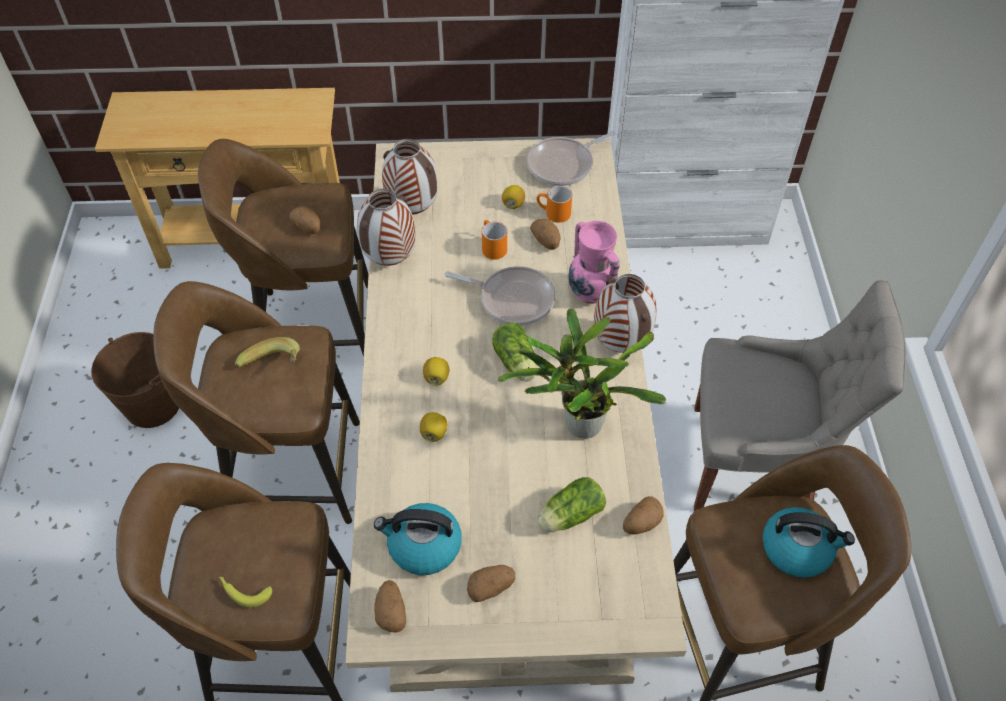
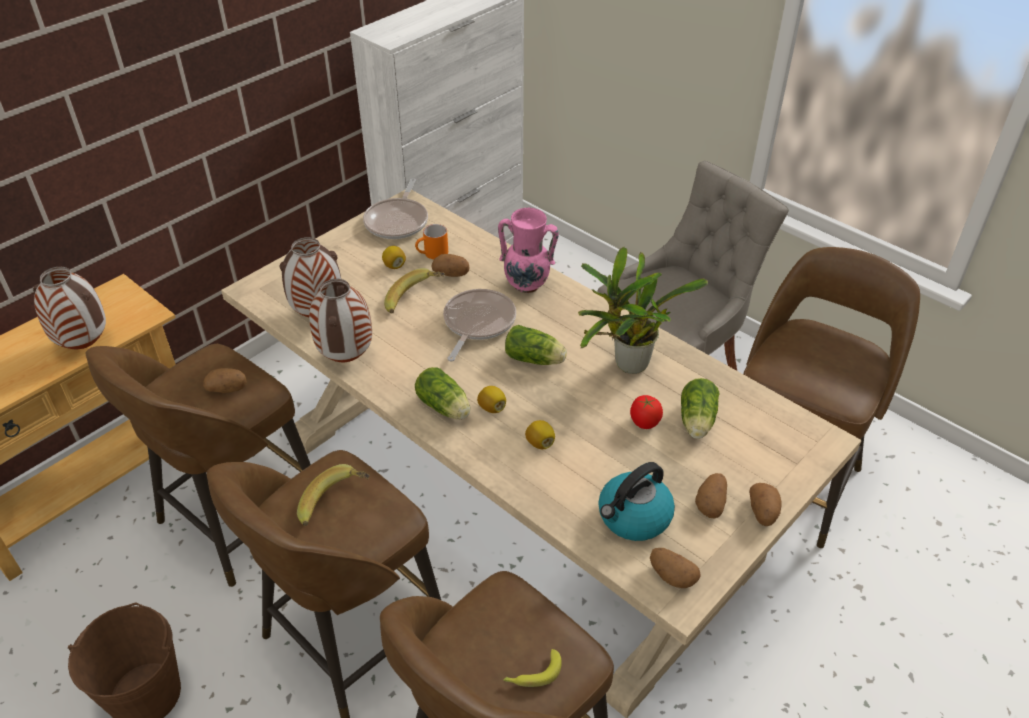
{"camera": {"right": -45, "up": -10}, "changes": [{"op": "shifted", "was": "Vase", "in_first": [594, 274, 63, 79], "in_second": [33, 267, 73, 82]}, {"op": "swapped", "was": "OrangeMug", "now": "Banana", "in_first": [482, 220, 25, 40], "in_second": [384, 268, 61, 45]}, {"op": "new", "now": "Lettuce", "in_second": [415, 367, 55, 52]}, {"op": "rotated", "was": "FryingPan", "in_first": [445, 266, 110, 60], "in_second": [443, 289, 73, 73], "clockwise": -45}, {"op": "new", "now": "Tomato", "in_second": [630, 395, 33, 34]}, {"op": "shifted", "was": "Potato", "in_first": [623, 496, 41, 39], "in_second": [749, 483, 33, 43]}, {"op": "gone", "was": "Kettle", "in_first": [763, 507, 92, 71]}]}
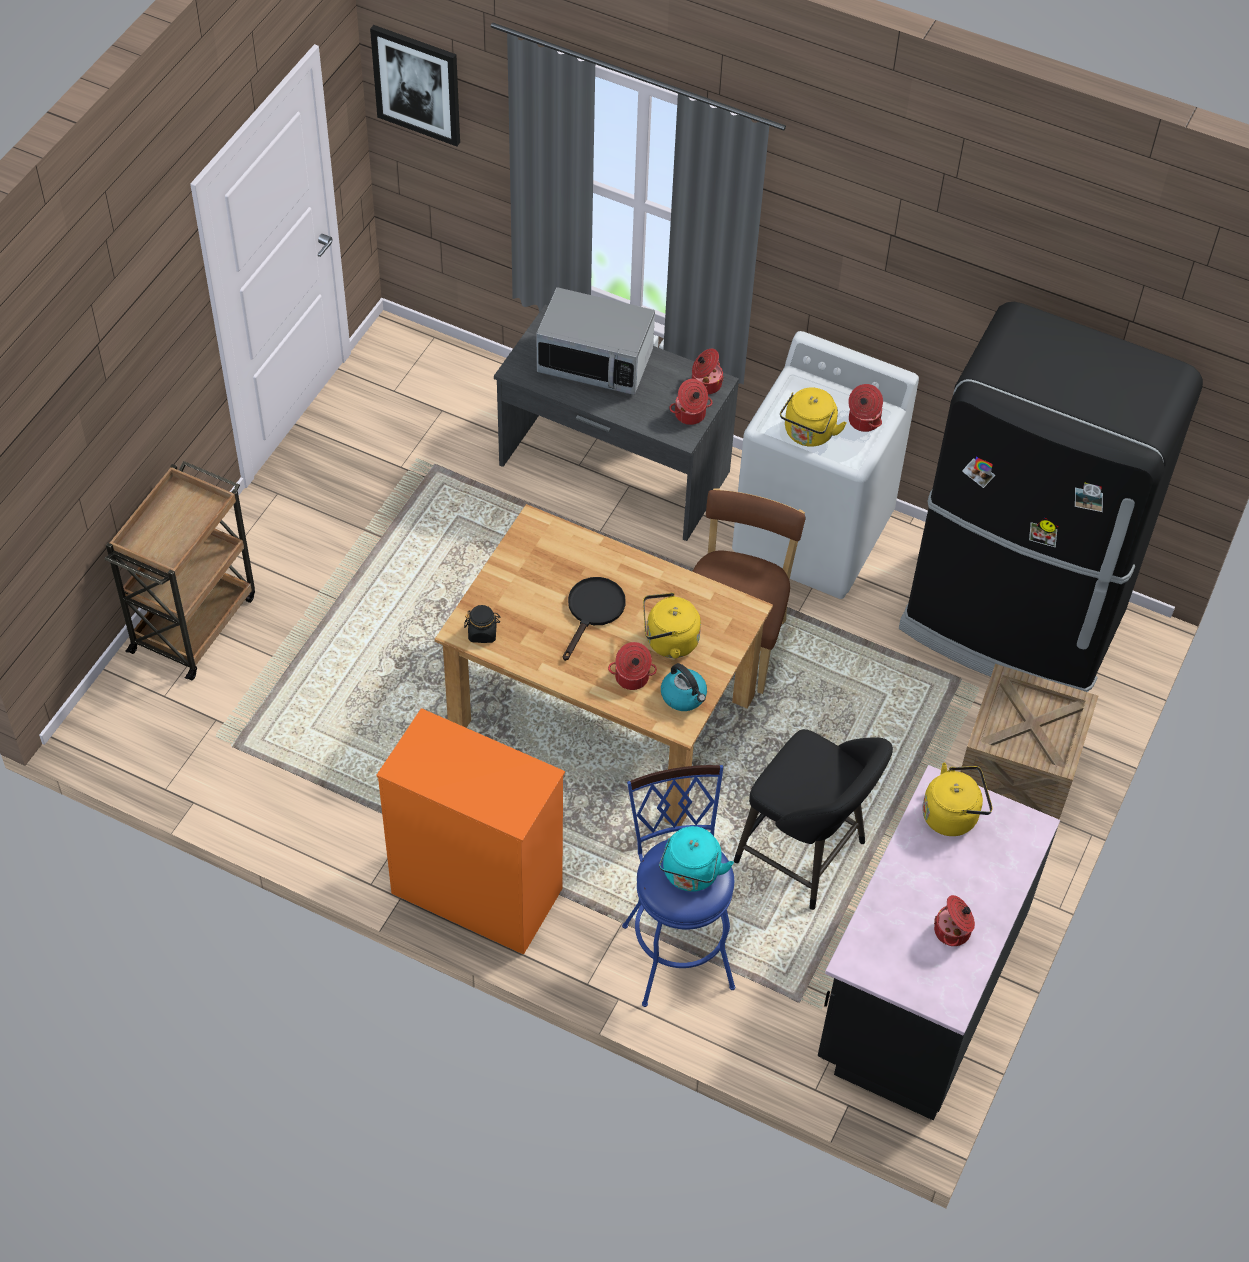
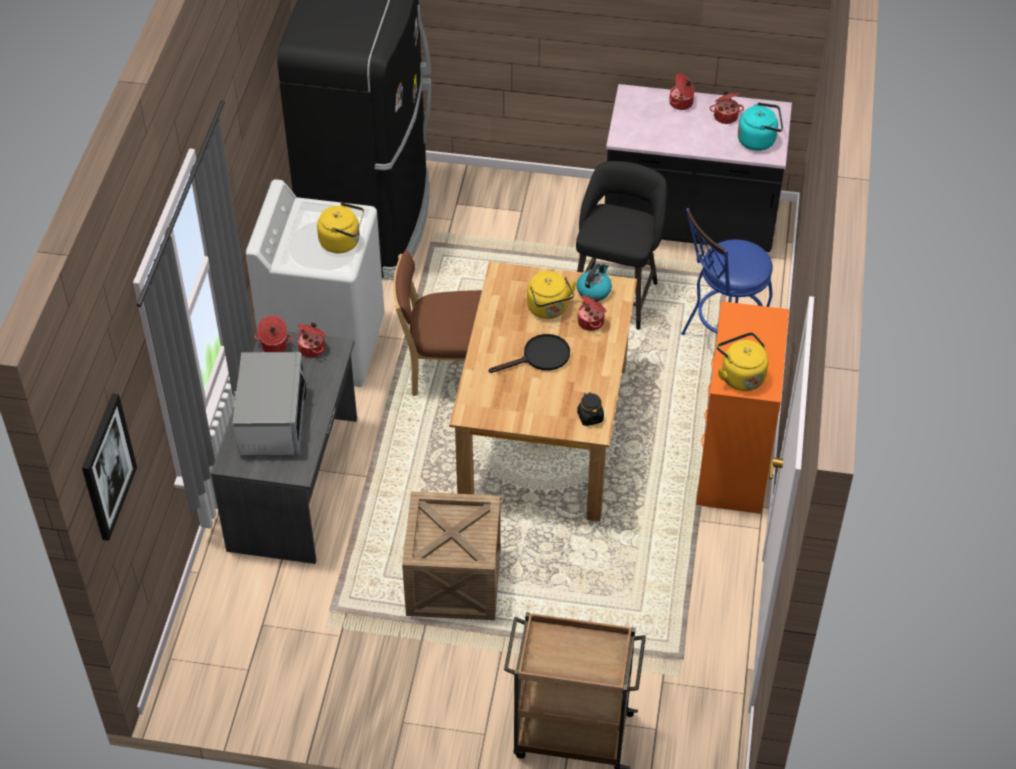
{"camera": {"right": -105, "up": -5}, "changes": [{"op": "shifted", "was": "Crate", "in_first": [960, 664, 138, 155], "in_second": [402, 491, 99, 129]}, {"op": "rotated", "was": "BlackFryingPan", "in_first": [563, 577, 63, 84], "in_second": [489, 334, 81, 39], "clockwise": 150}, {"op": "shifted", "was": "CookingPot", "in_first": [848, 384, 35, 48], "in_second": [669, 74, 25, 36]}, {"op": "shifted", "was": "YellowKettle", "in_first": [922, 763, 71, 73], "in_second": [717, 332, 51, 59]}, {"op": "shifted", "was": "TurquoiseKettle", "in_first": [659, 826, 75, 66], "in_second": [738, 102, 45, 49]}]}
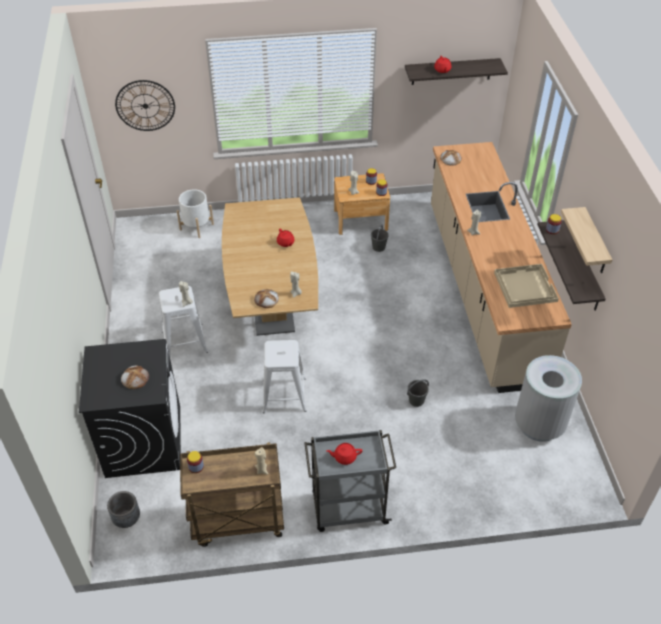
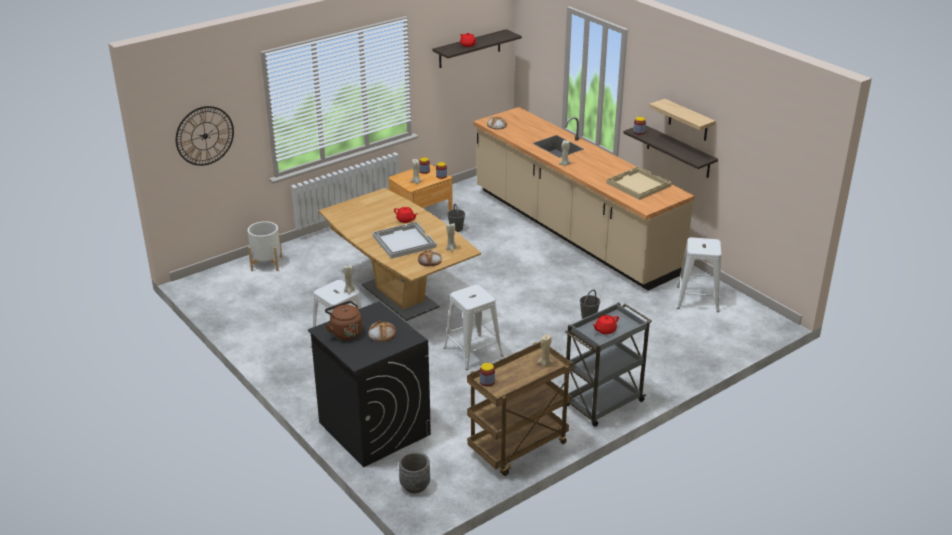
{"camera": {"right": -30, "up": -15}, "changes": [{"op": "new", "now": "BrownKettle", "in_second": [325, 301, 37, 39]}, {"op": "new", "now": "WhiteTray", "in_second": [373, 222, 64, 37]}, {"op": "swapped", "was": "GreyTrashCan", "now": "WhiteStool", "in_first": [515, 355, 67, 87], "in_second": [677, 237, 45, 75]}]}
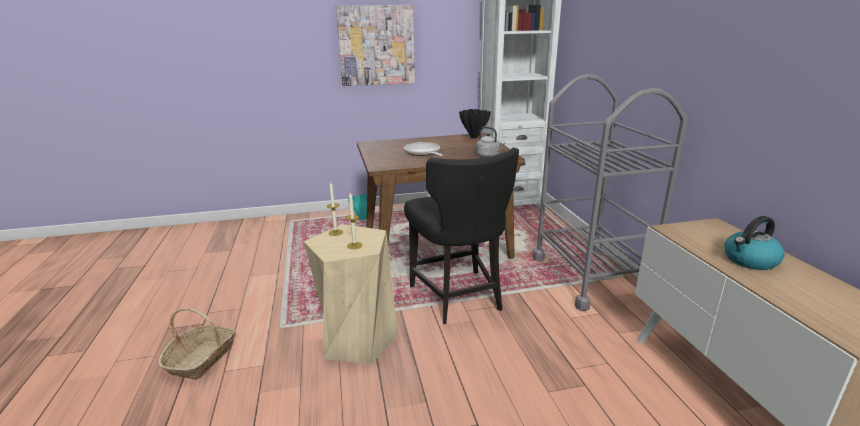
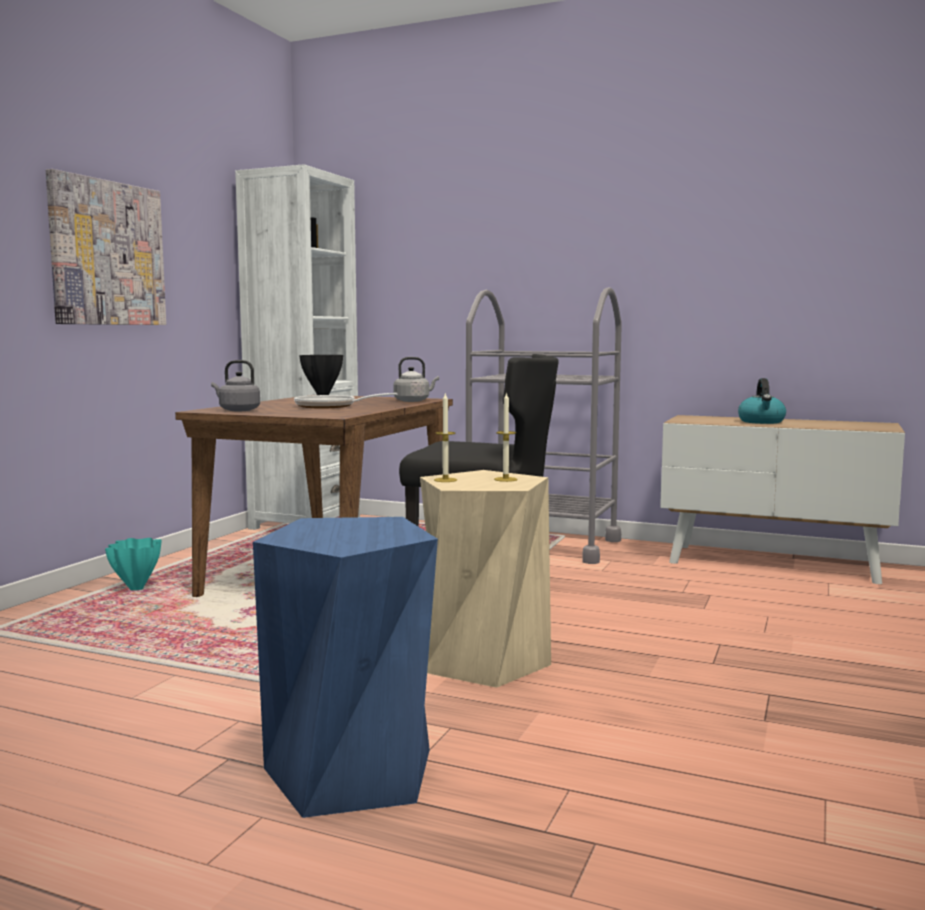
{"camera": {"right": -55, "up": -15}, "changes": [{"op": "new", "now": "GreyKettle", "in_second": [211, 360, 49, 51]}, {"op": "swapped", "was": "Basket", "now": "BlueStool", "in_first": [158, 308, 78, 72], "in_second": [253, 517, 185, 301]}]}
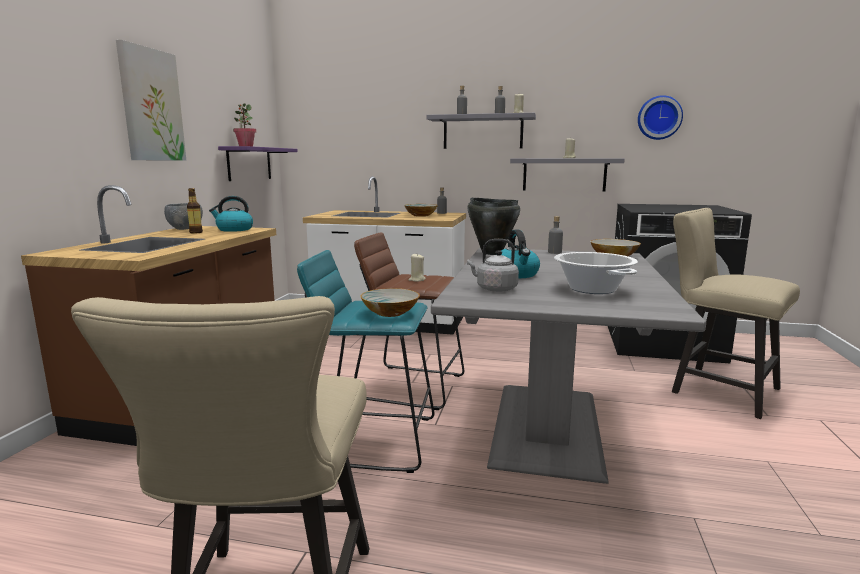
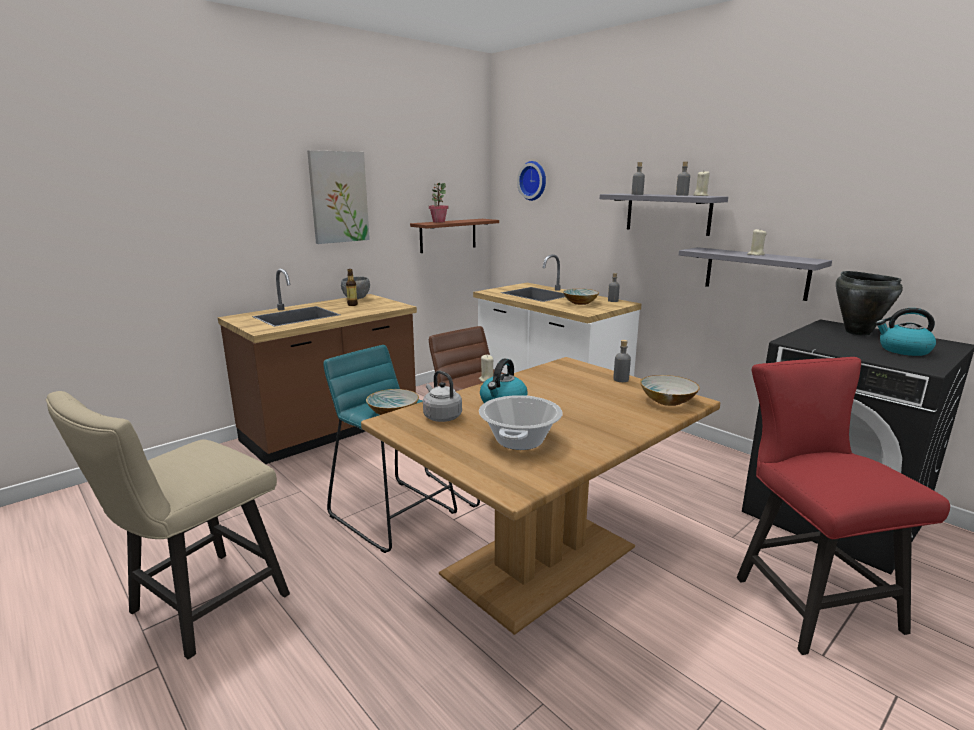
{"camera": {"right": 35, "up": 5}, "changes": [{"op": "repainted", "was": "GreyDiningTable", "now": "BrownDiningTable", "in_first": [431, 248, 275, 236], "in_second": [361, 357, 359, 278]}, {"op": "repainted", "was": "PurpleShelf", "now": "BrownShelf", "in_first": [218, 146, 80, 35], "in_second": [410, 219, 89, 34]}, {"op": "shifted", "was": "WallClock", "in_first": [638, 95, 45, 45], "in_second": [517, 161, 29, 40]}, {"op": "repainted", "was": "BeigeChair", "now": "RedChair", "in_first": [672, 208, 128, 211], "in_second": [737, 357, 213, 298]}, {"op": "shifted", "was": "BlackCookingPot", "in_first": [468, 198, 52, 57], "in_second": [836, 271, 67, 65]}, {"op": "shifted", "was": "Kettle", "in_first": [209, 196, 44, 36], "in_second": [876, 308, 60, 48]}]}
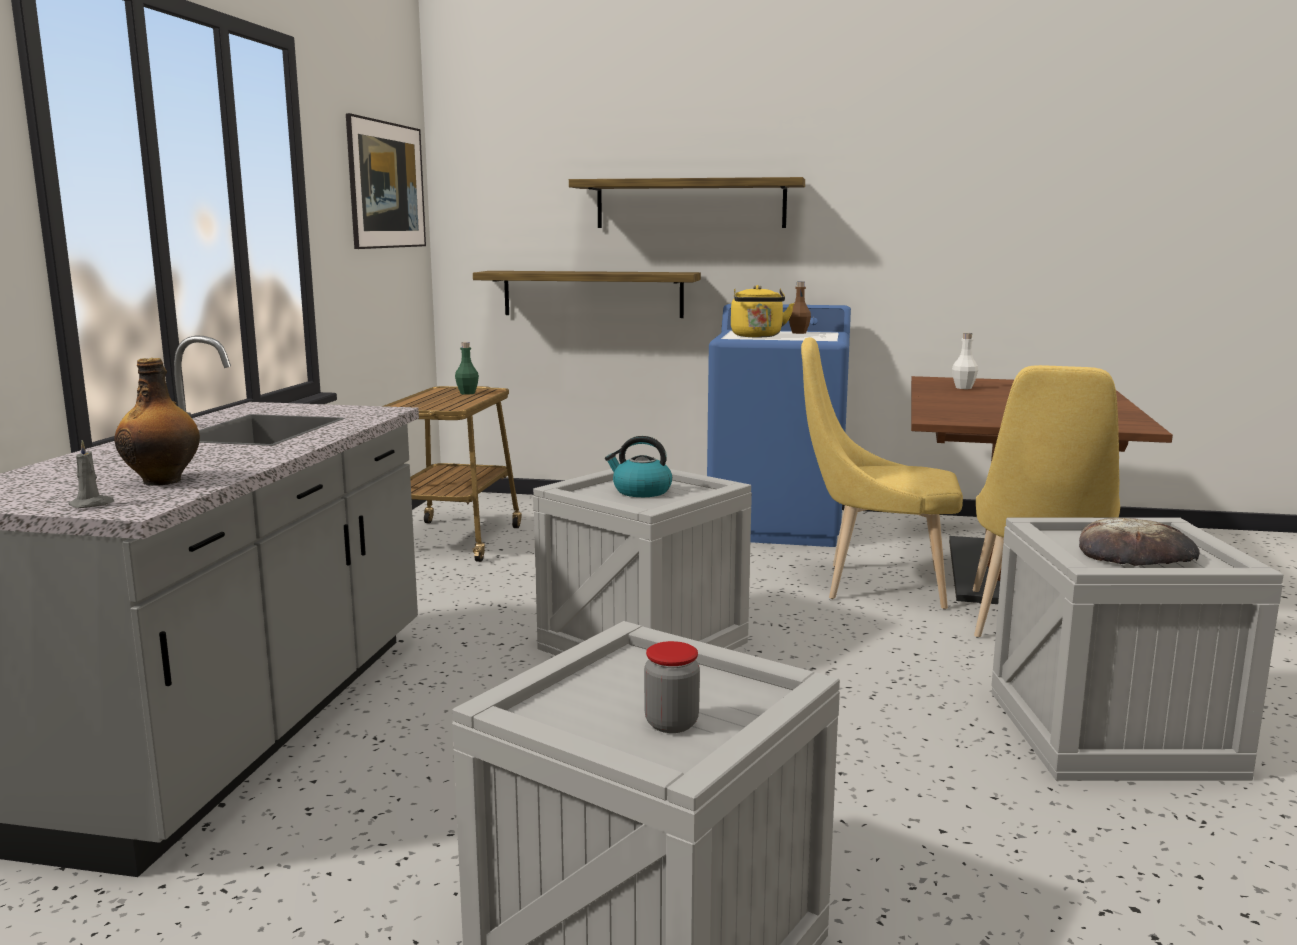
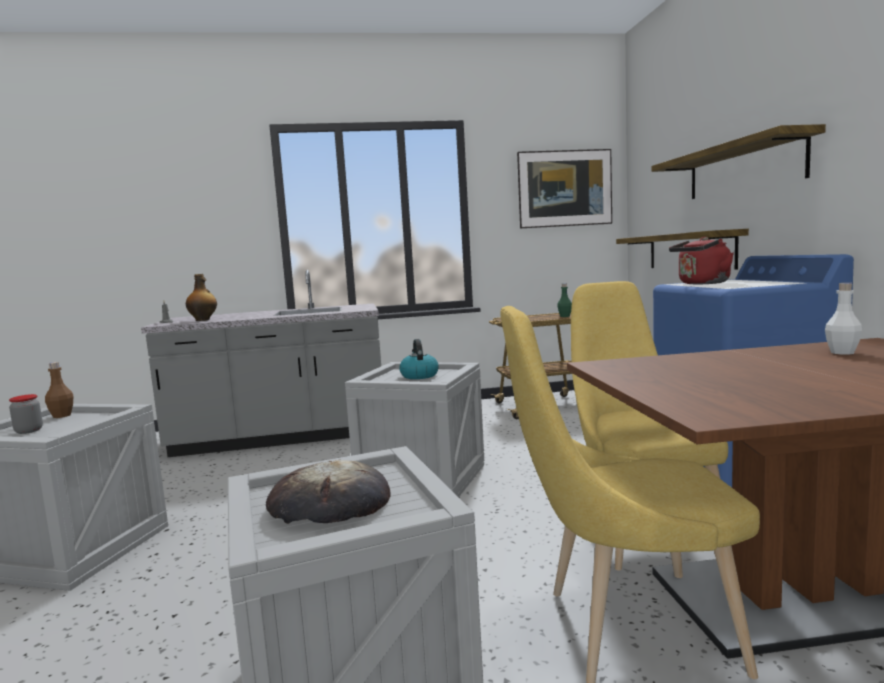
{"camera": {"right": 70, "up": -5}, "changes": [{"op": "shifted", "was": "BrownBottle", "in_first": [789, 281, 22, 53], "in_second": [45, 362, 28, 56]}, {"op": "repainted", "was": "YellowKettle", "now": "RedKettle", "in_first": [731, 285, 63, 52], "in_second": [669, 237, 65, 47]}]}
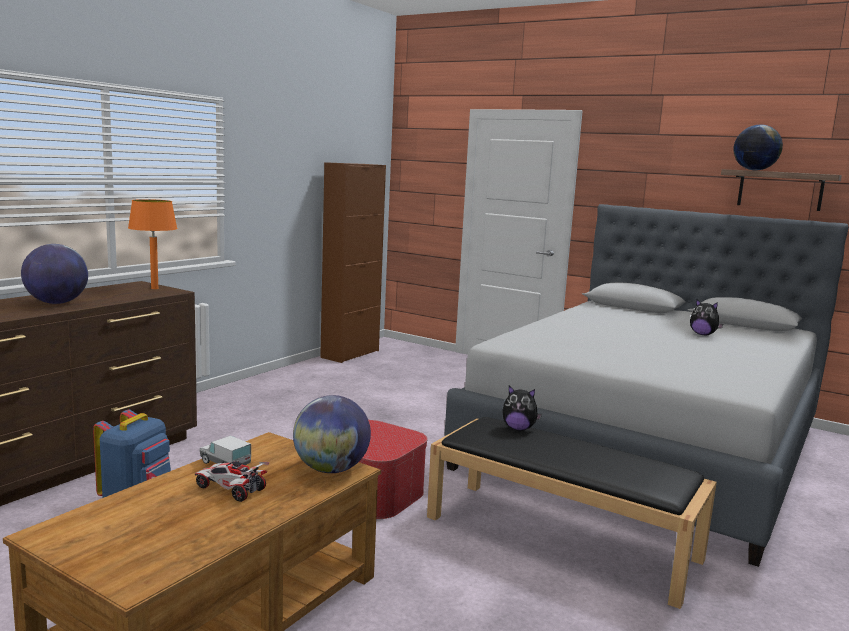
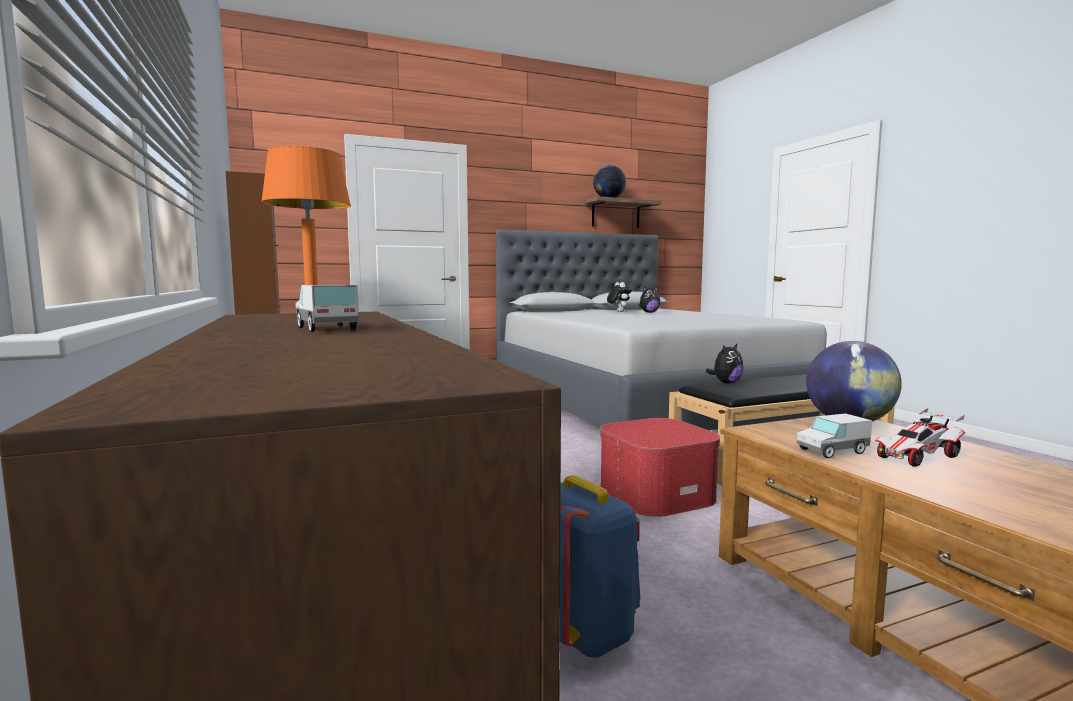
{"camera": {"right": -55, "up": -5}, "changes": [{"op": "swapped", "was": "Globe", "now": "ToyTruck", "in_first": [21, 244, 67, 60], "in_second": [295, 285, 64, 47]}, {"op": "new", "now": "PlushToy", "in_second": [607, 282, 25, 30]}]}
